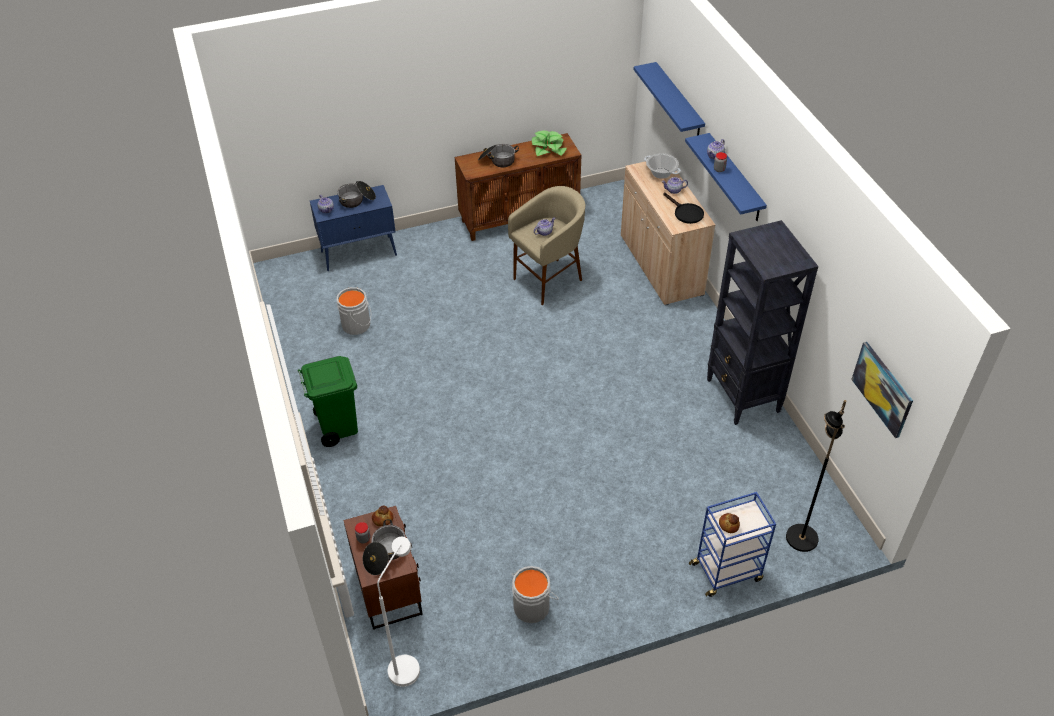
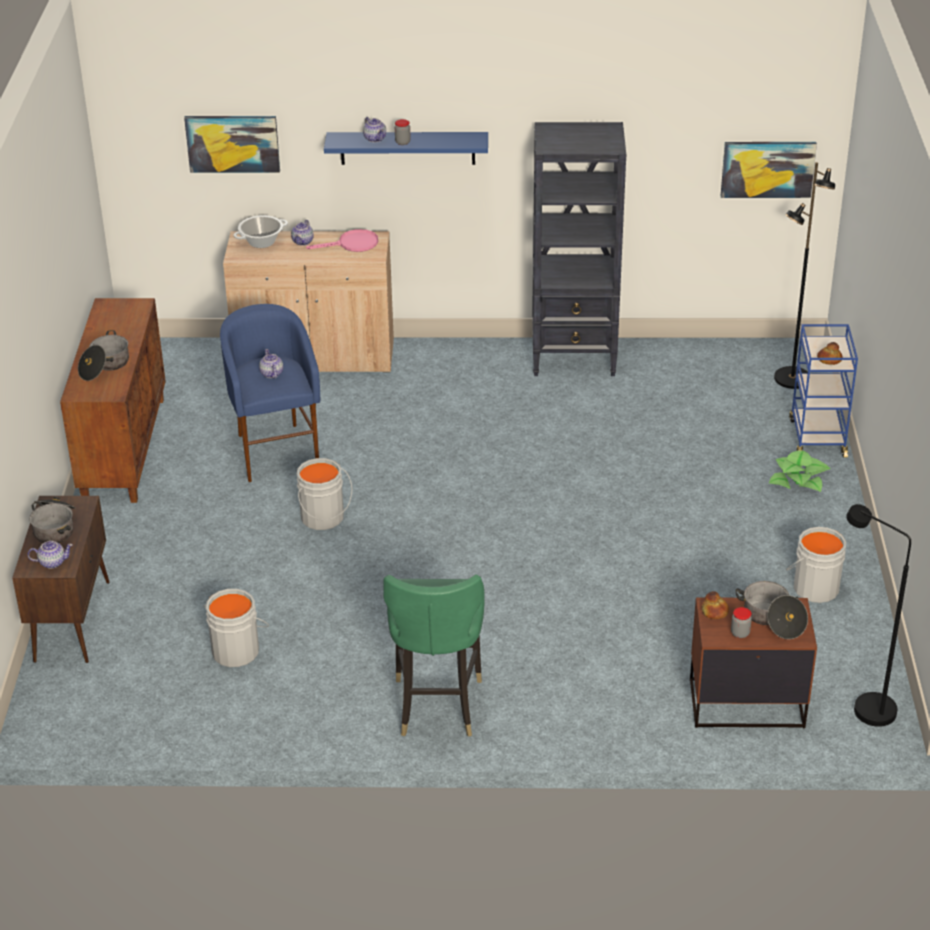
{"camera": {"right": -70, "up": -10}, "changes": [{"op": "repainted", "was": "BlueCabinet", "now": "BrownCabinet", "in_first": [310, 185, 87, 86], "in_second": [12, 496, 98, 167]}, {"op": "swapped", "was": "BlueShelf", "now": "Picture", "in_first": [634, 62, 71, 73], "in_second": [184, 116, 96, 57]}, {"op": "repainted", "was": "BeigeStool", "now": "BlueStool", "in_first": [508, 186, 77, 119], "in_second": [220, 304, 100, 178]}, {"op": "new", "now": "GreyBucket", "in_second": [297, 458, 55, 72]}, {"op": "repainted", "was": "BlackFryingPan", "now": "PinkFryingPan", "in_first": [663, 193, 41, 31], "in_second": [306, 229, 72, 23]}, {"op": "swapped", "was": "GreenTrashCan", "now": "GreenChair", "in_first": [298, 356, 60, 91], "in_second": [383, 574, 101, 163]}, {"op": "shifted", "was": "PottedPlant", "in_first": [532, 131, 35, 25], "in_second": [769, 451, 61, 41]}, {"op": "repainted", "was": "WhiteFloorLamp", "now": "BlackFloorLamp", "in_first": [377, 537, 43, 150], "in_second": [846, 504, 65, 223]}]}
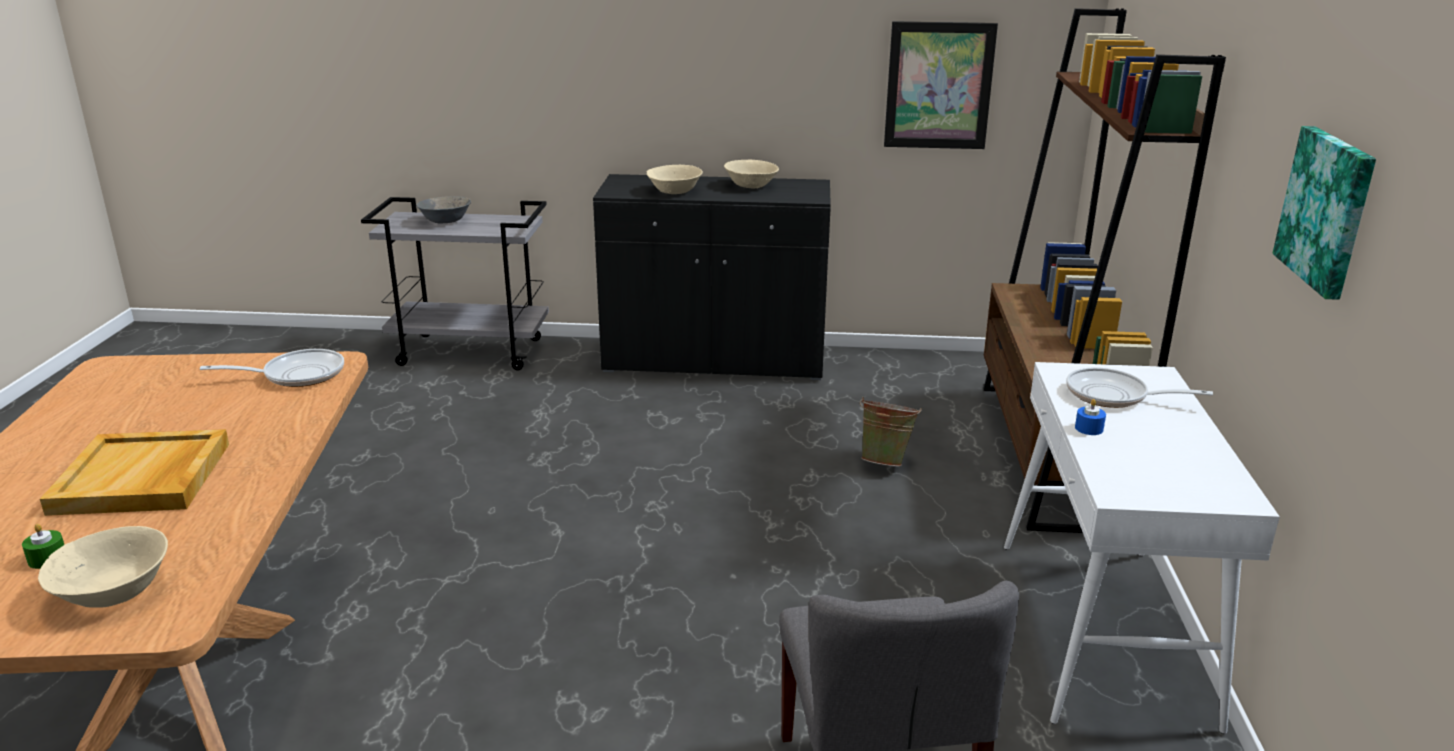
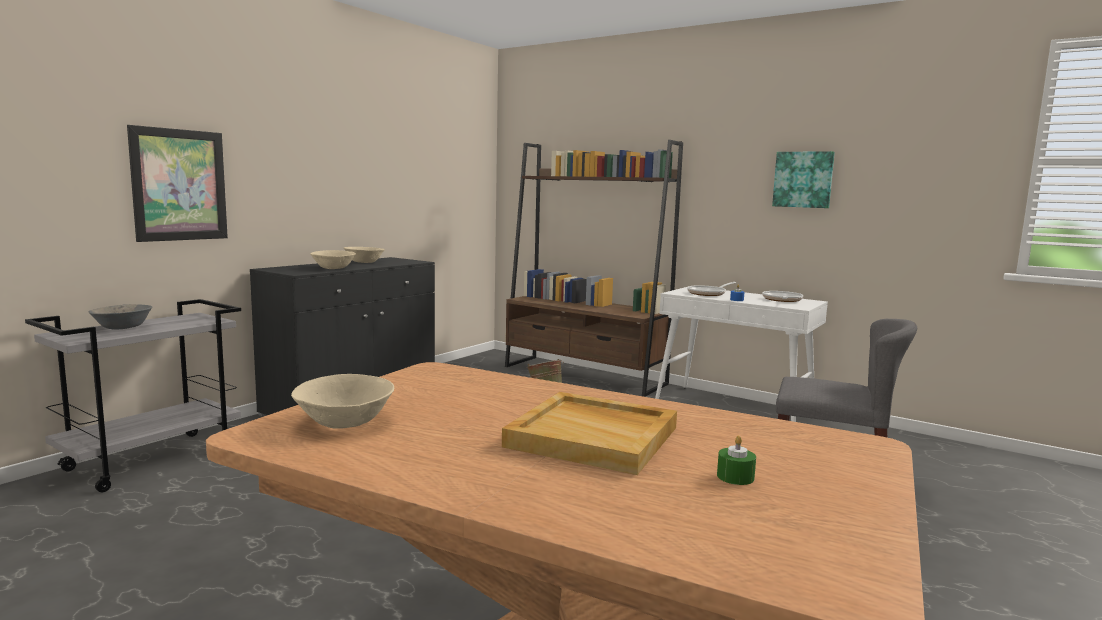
{"camera": {"right": -60, "up": -15}, "changes": [{"op": "shifted", "was": "Picture", "in_first": [884, 21, 114, 128], "in_second": [127, 125, 101, 117]}, {"op": "shifted", "was": "BeigeBowl", "in_first": [38, 526, 130, 82], "in_second": [291, 374, 103, 55]}, {"op": "shifted", "was": "FryingPan", "in_first": [200, 349, 144, 38], "in_second": [762, 291, 41, 11]}]}
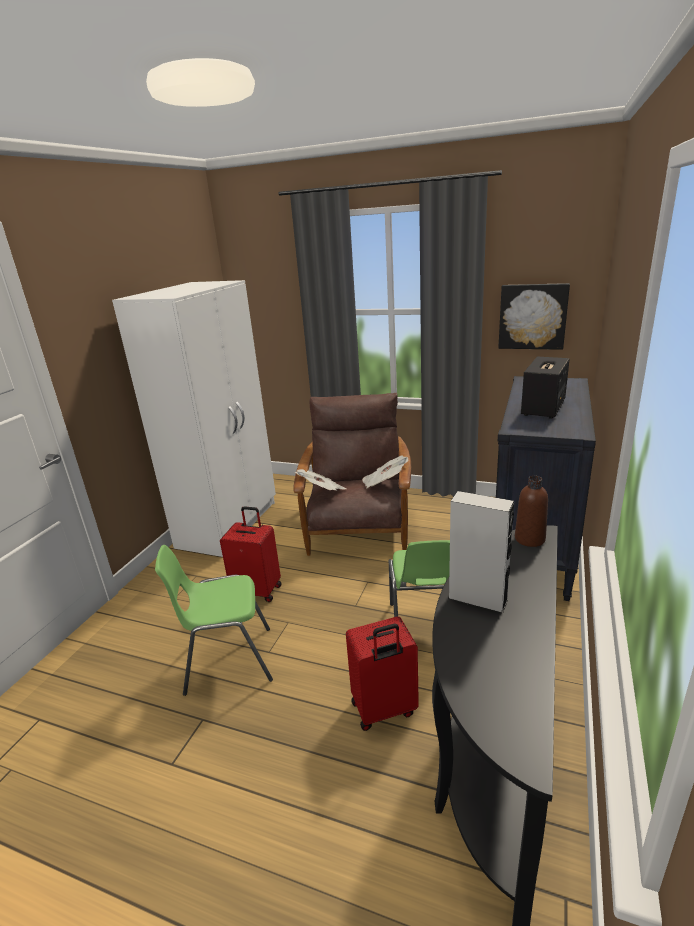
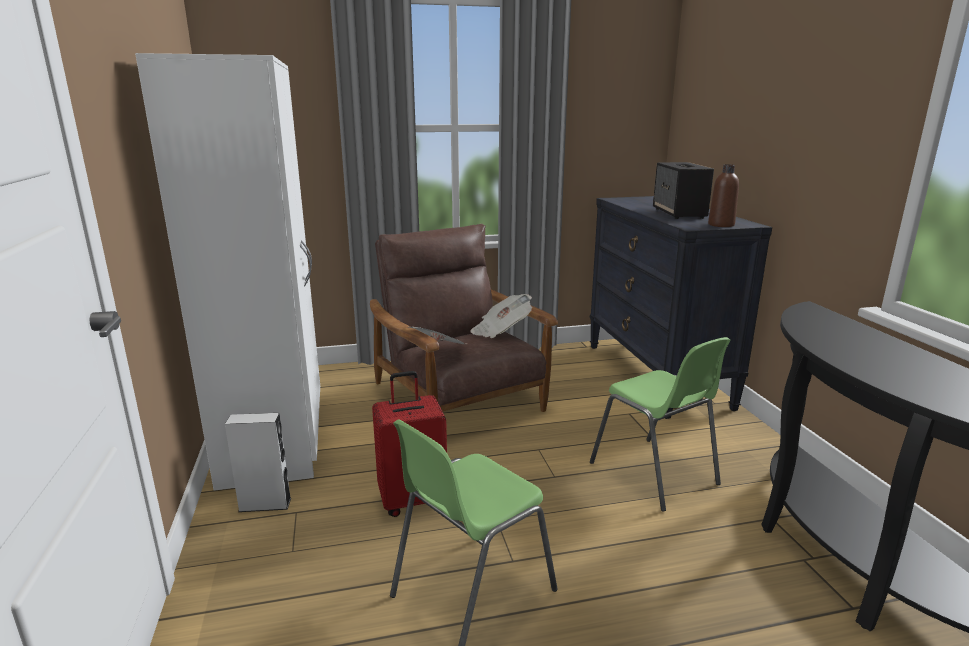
{"camera": {"right": -35, "up": -5}, "changes": [{"op": "shifted", "was": "GreySpeaker", "in_first": [448, 491, 66, 123], "in_second": [225, 413, 66, 99]}, {"op": "shifted", "was": "BrownBottle", "in_first": [515, 476, 33, 71], "in_second": [708, 164, 31, 63]}, {"op": "gone", "was": "RedSuitcase", "in_first": [346, 616, 73, 115]}, {"op": "gone", "was": "Picture", "in_first": [498, 283, 72, 67]}]}
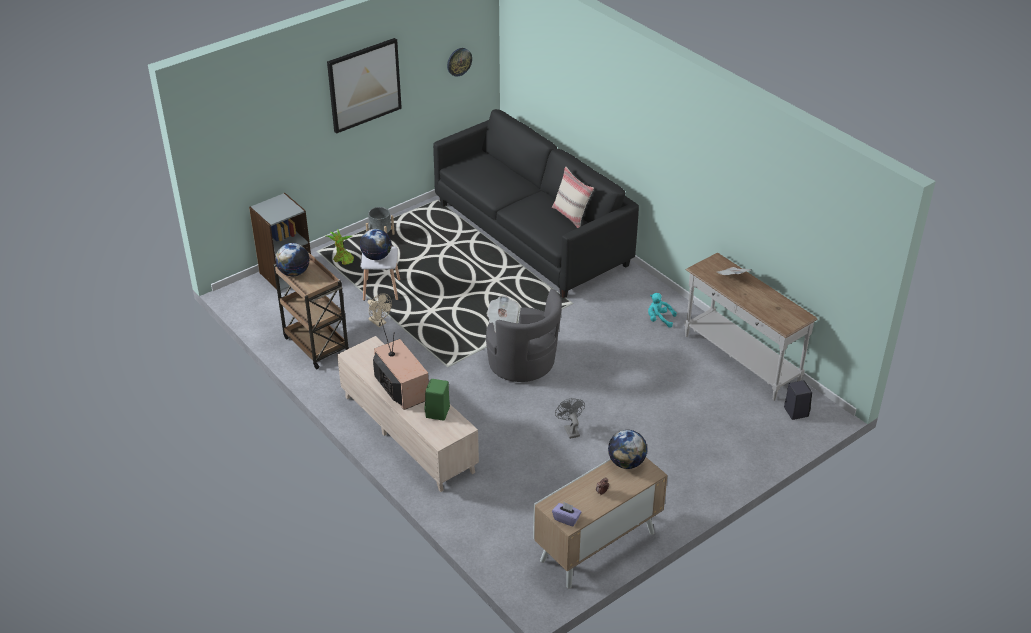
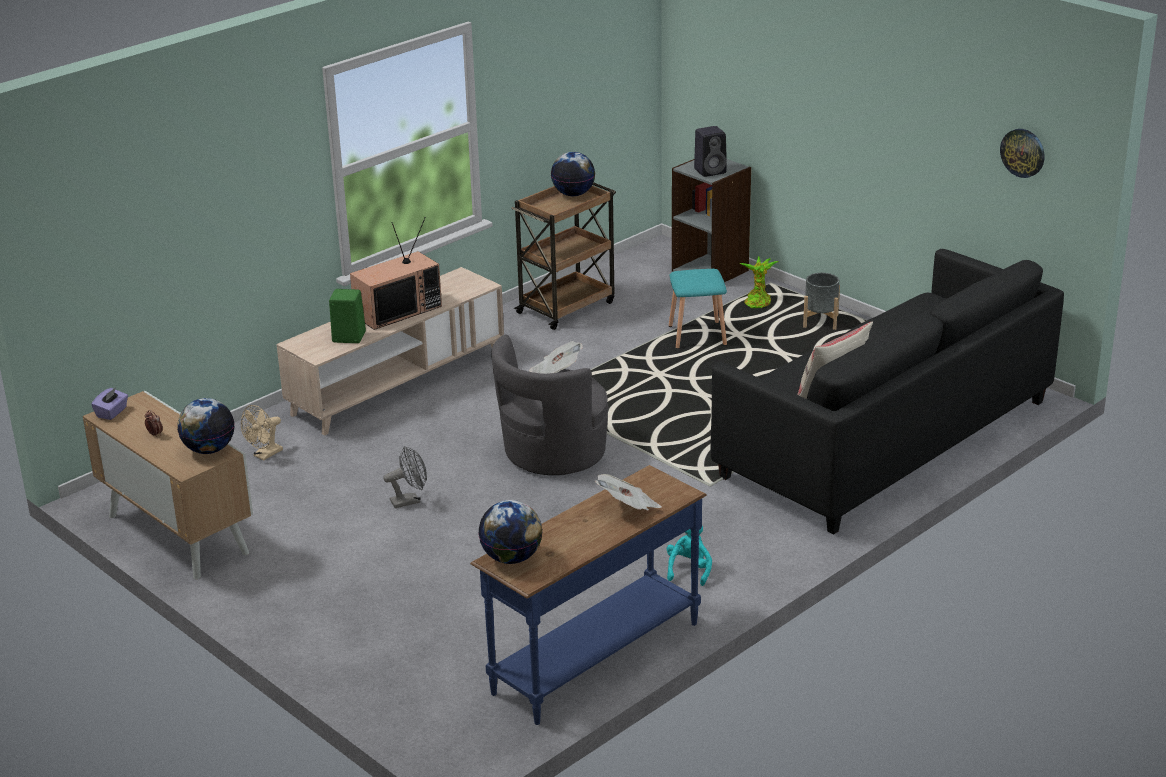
{"camera": {"right": 85, "up": -10}, "changes": [{"op": "shifted", "was": "BeigeFan", "in_first": [367, 293, 25, 34], "in_second": [241, 405, 42, 56]}, {"op": "repainted", "was": "WhiteConsoleTable", "now": "BlueConsoleTable", "in_first": [684, 253, 134, 148], "in_second": [470, 465, 237, 260]}, {"op": "shifted", "was": "Globe", "in_first": [360, 229, 32, 31], "in_second": [478, 500, 64, 64]}, {"op": "repainted", "was": "WhiteStool", "now": "TurquoiseStool", "in_first": [361, 246, 39, 55], "in_second": [669, 269, 58, 79]}, {"op": "shifted", "was": "BlackSpeaker", "in_first": [784, 380, 28, 40], "in_second": [694, 126, 33, 51]}, {"op": "gone", "was": "Picture", "in_first": [327, 38, 75, 96]}]}
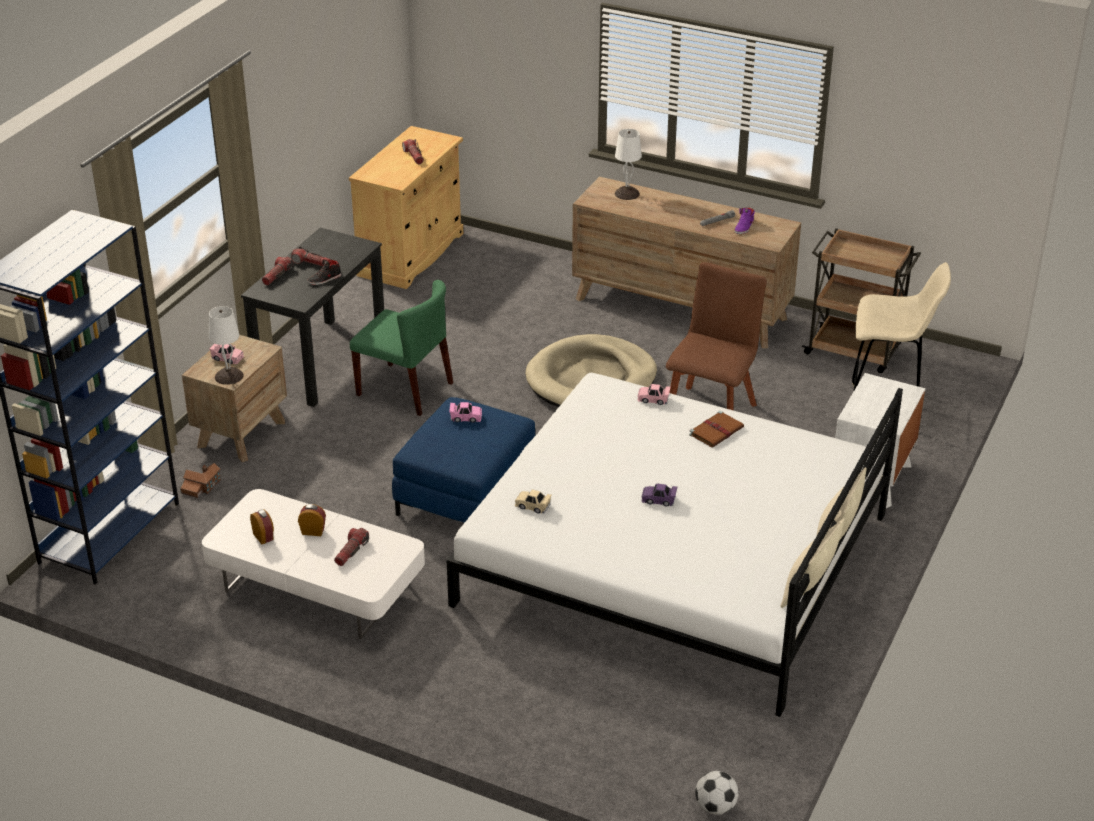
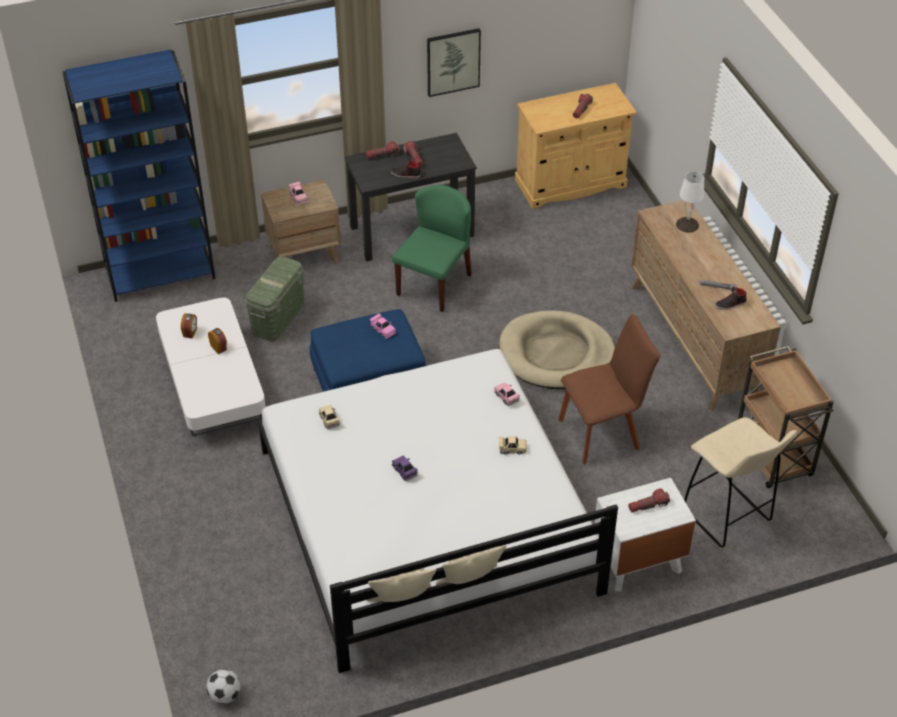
{"camera": {"right": 45, "up": 10}, "changes": [{"op": "new", "now": "GreenStorageBox", "in_second": [245, 257, 59, 85]}, {"op": "rotated", "was": "GreenChair", "in_first": [350, 280, 103, 136], "in_second": [392, 185, 80, 127], "clockwise": -135}, {"op": "new", "now": "Picture", "in_second": [427, 28, 54, 69]}, {"op": "swapped", "was": "BrownBook", "now": "BeigeToyCar", "in_first": [689, 411, 55, 36], "in_second": [499, 436, 28, 18]}, {"op": "shifted", "was": "Flashlight", "in_first": [334, 528, 35, 38], "in_second": [628, 489, 42, 23]}, {"op": "repainted", "was": "PurpleShoe", "now": "BlackShoe", "in_first": [734, 208, 21, 26], "in_second": [715, 287, 31, 23]}, {"op": "gone", "was": "ToyHouse", "in_first": [180, 463, 41, 35]}, {"op": "gone", "was": "WhiteTableLamp", "in_first": [209, 306, 35, 79]}]}
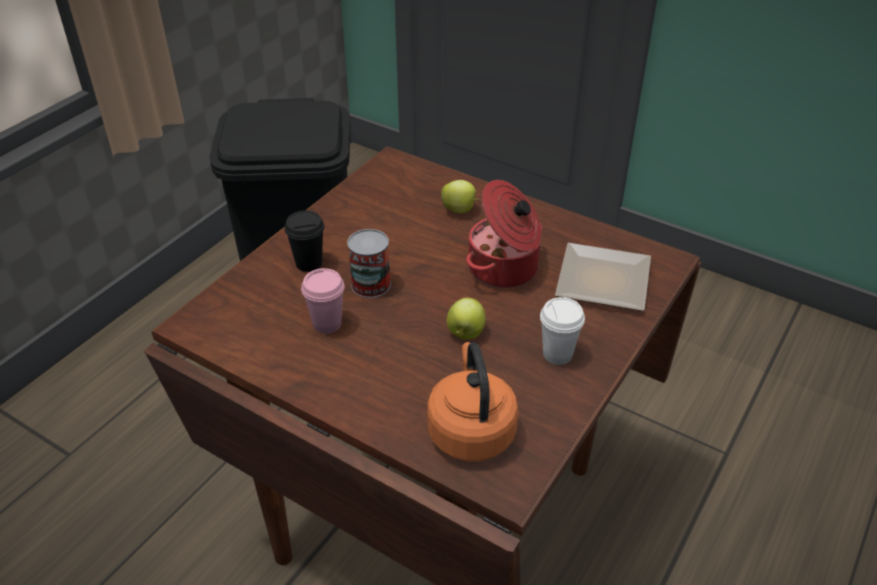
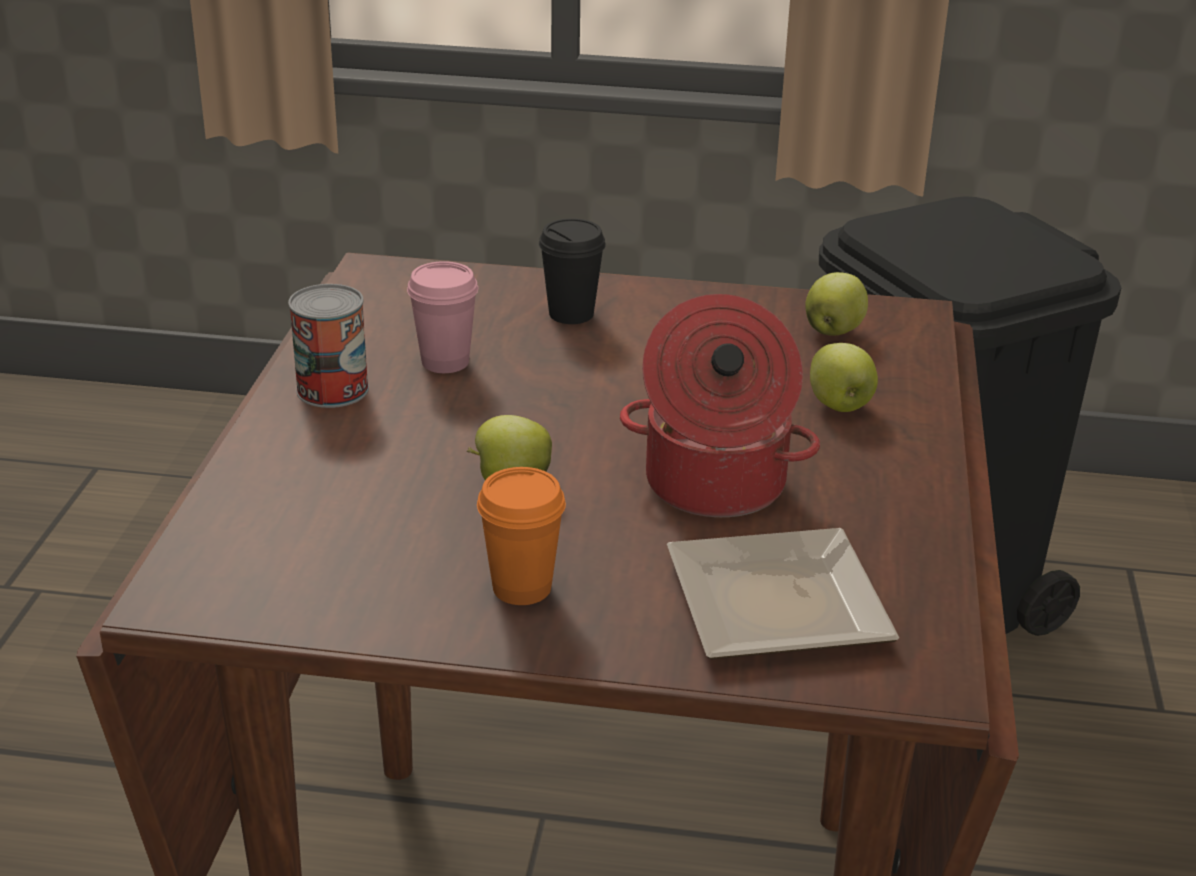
{"camera": {"right": 65, "up": -10}, "changes": [{"op": "shifted", "was": "Can", "in_first": [347, 229, 44, 69], "in_second": [288, 284, 81, 124]}, {"op": "repainted", "was": "WhiteCup", "now": "OrangeCup", "in_first": [540, 297, 45, 68], "in_second": [477, 467, 89, 138]}, {"op": "new", "now": "Apple", "in_second": [805, 272, 63, 64]}, {"op": "gone", "was": "OrangeKettle", "in_first": [428, 342, 90, 119]}]}
